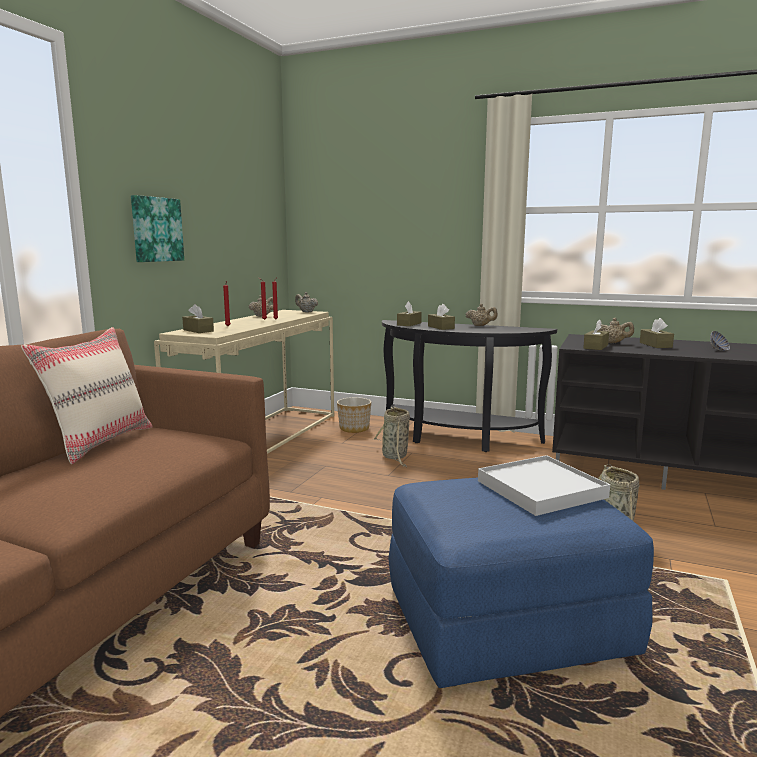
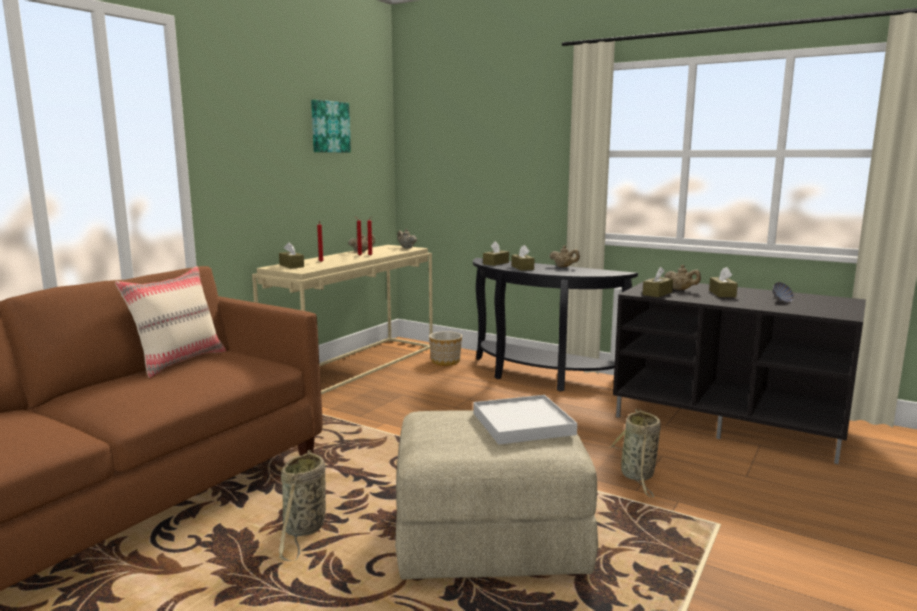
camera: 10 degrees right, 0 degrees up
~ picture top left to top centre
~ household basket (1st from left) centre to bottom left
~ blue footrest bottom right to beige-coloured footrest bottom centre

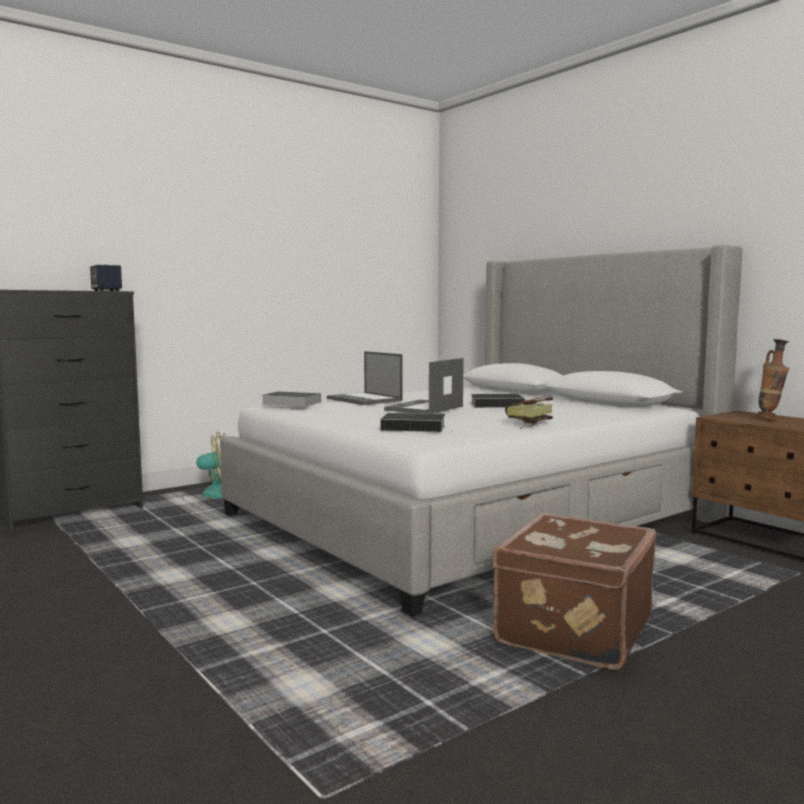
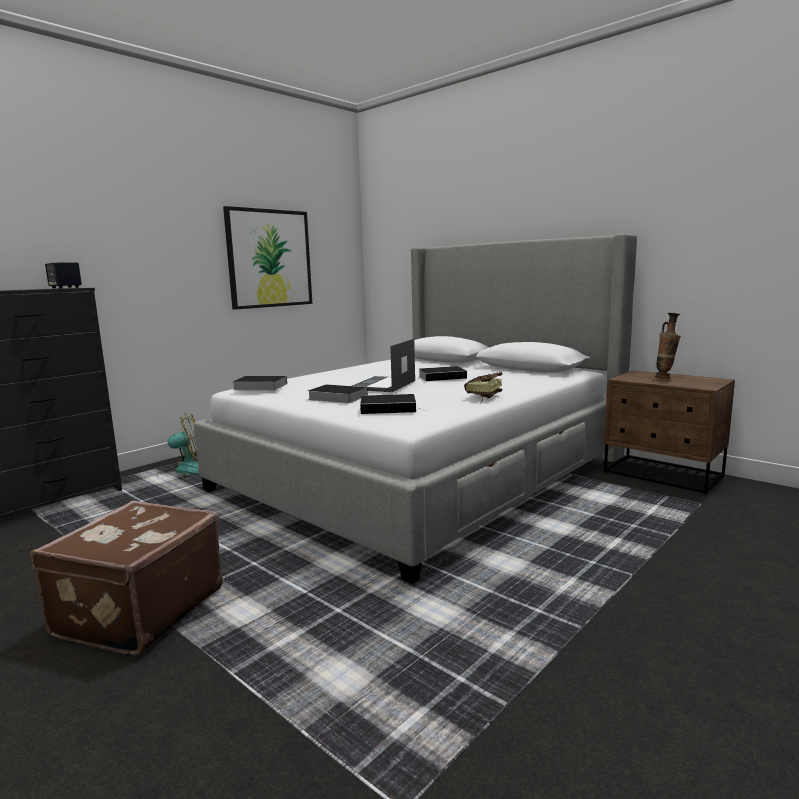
camera: 10 degrees left, 5 degrees up
- portable computer (1st from left) centre
~ brown-coloured travel case bottom right to bottom left
+ picture top centre
+ volume (2nd from left) centre

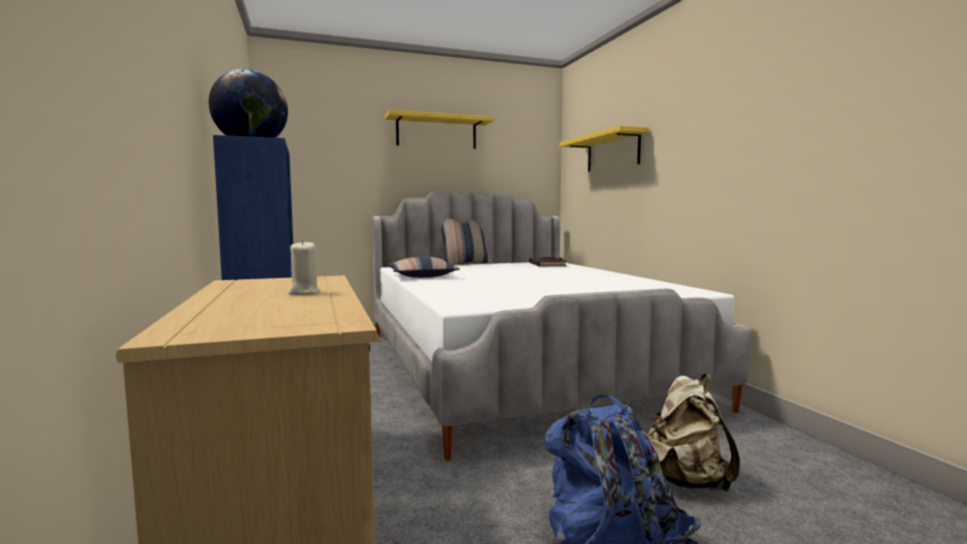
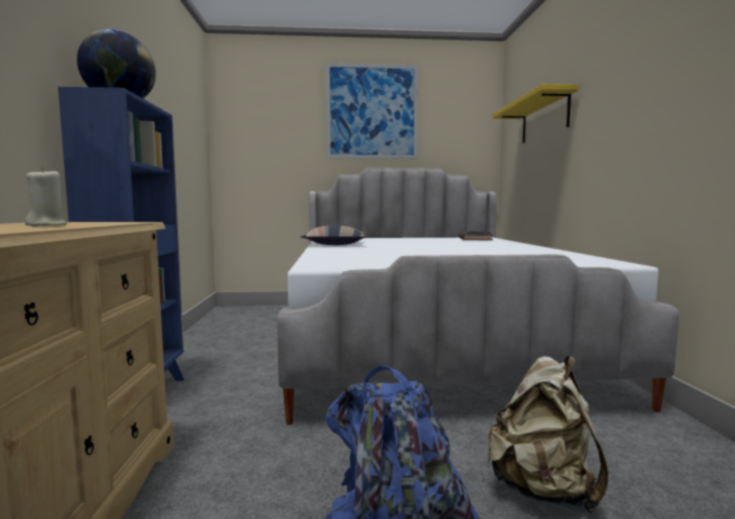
camera: 15 degrees right, 0 degrees up
~ yellow-coloured shelf (1st from left) top centre to picture top centre
- throw pillow (2nd from left) centre

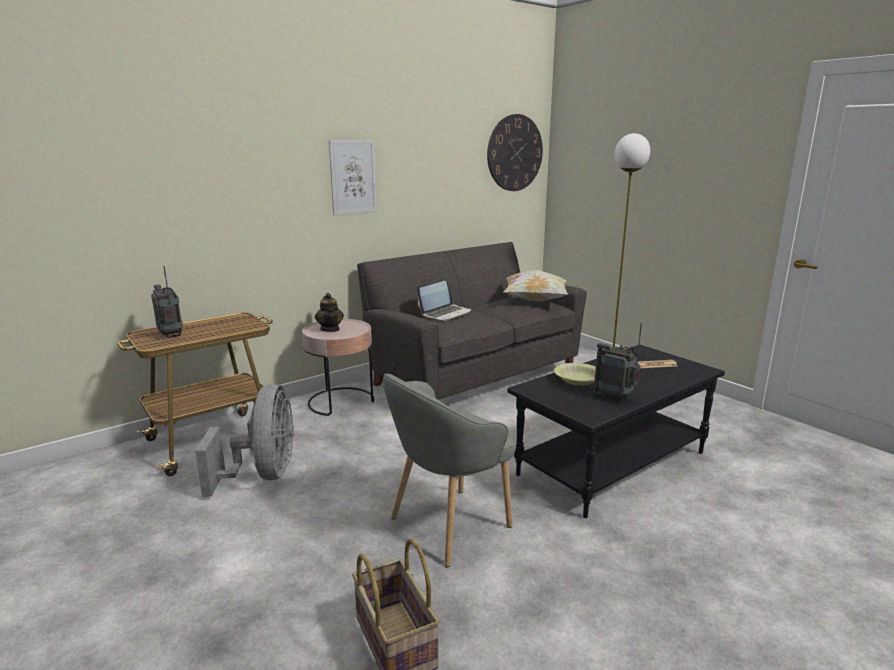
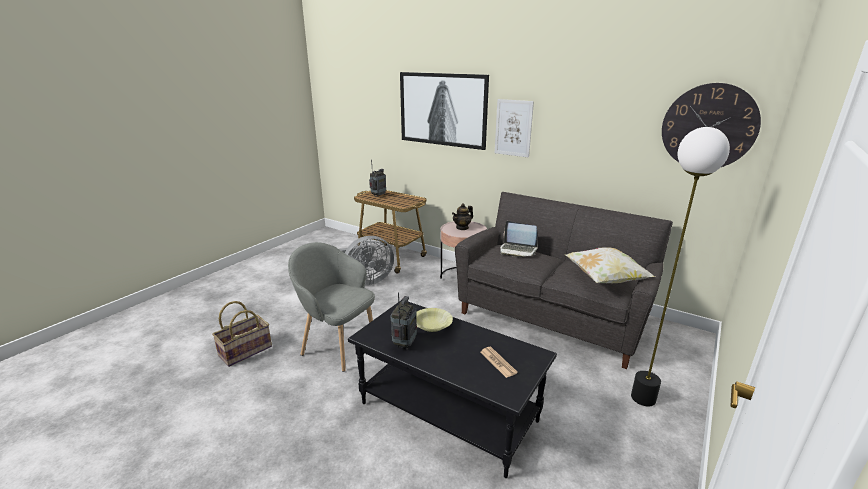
camera: 70 degrees right, 5 degrees up
+ picture (1st from left) top centre

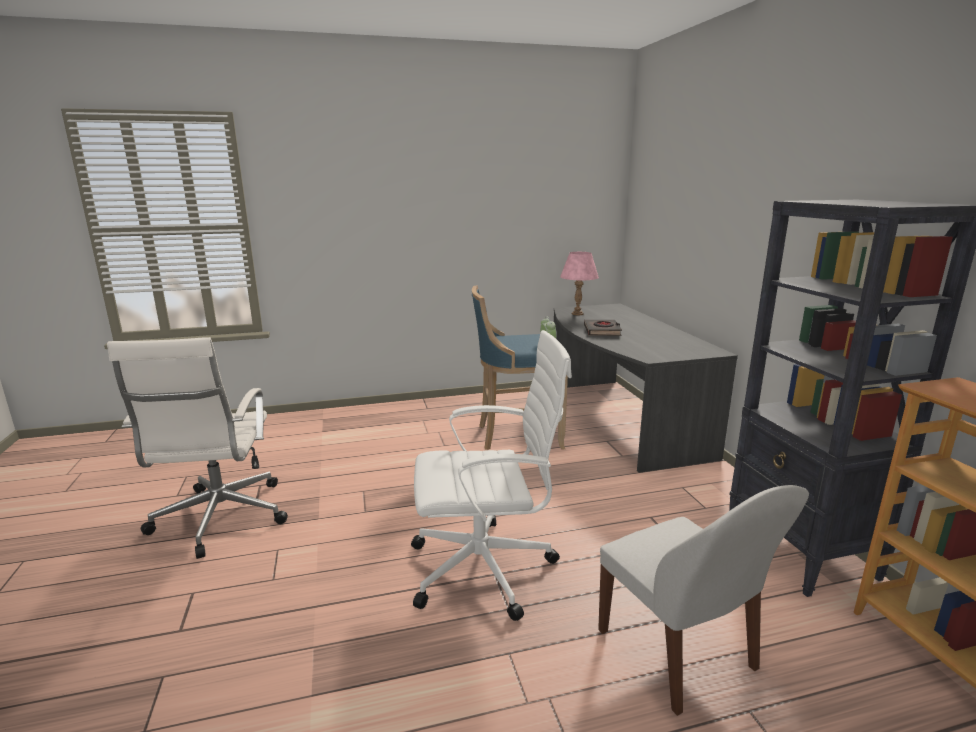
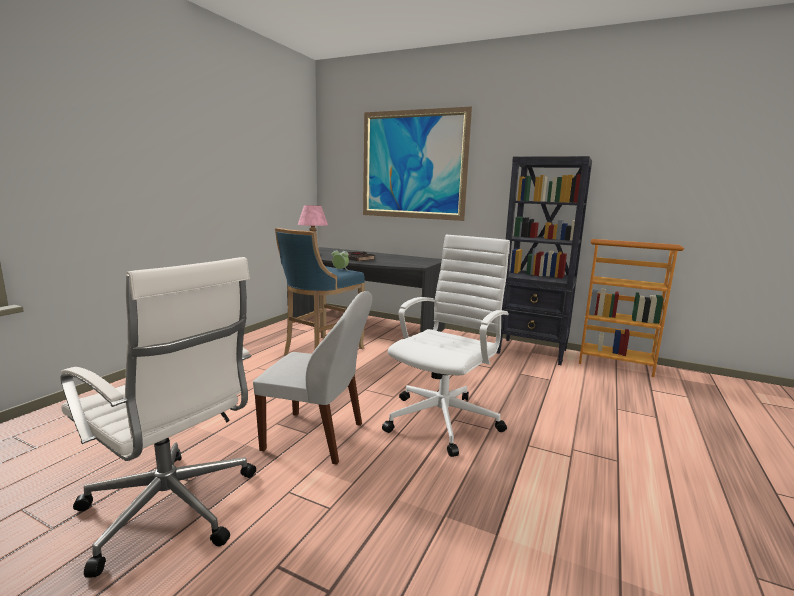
camera: 50 degrees left, 5 degrees down
~ white upright chair bottom right to centre
+ picture top centre

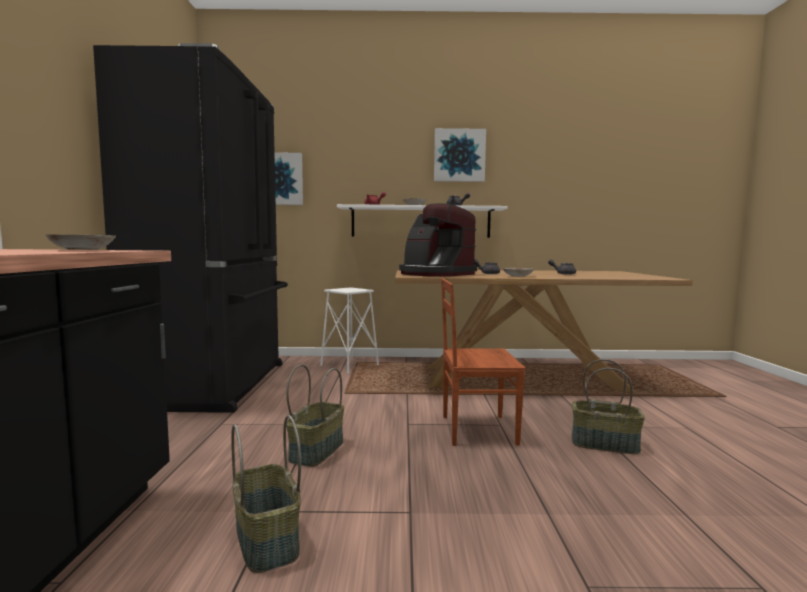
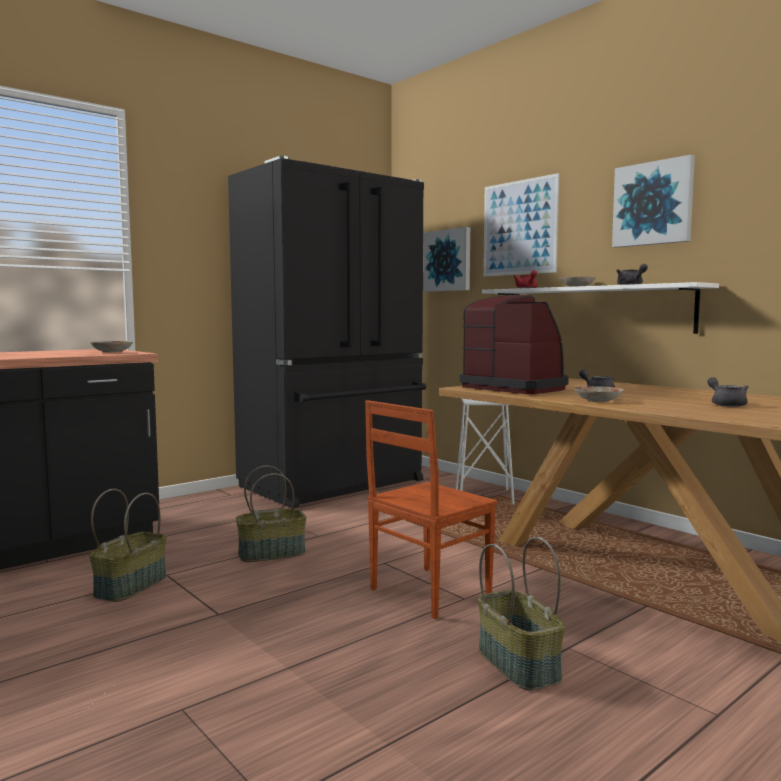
camera: 50 degrees right, 0 degrees up
~ coffee maker centre = centre 135 degrees clockwise
~ brown-coloured upright chair centre = centre 90 degrees counterclockwise
+ picture (2nd from left) top right

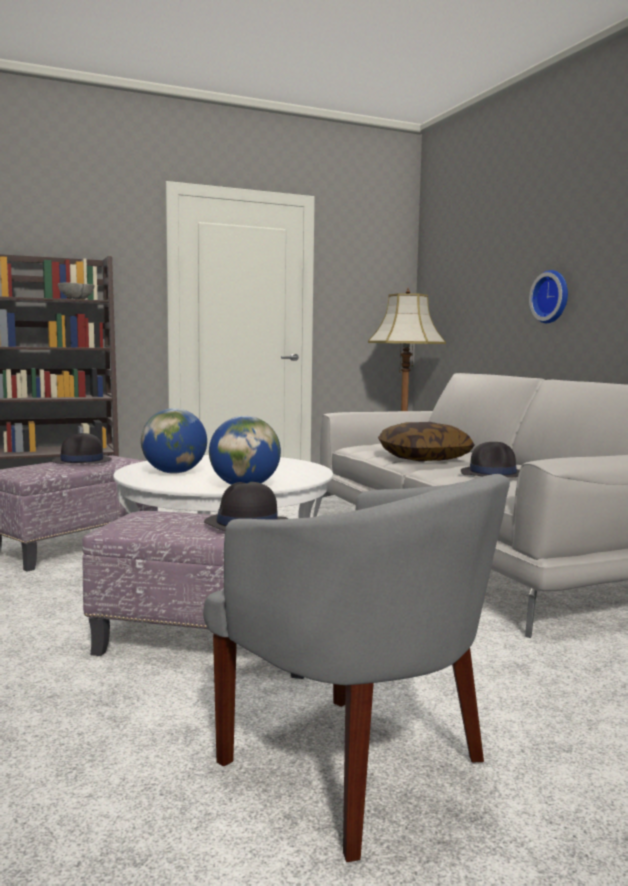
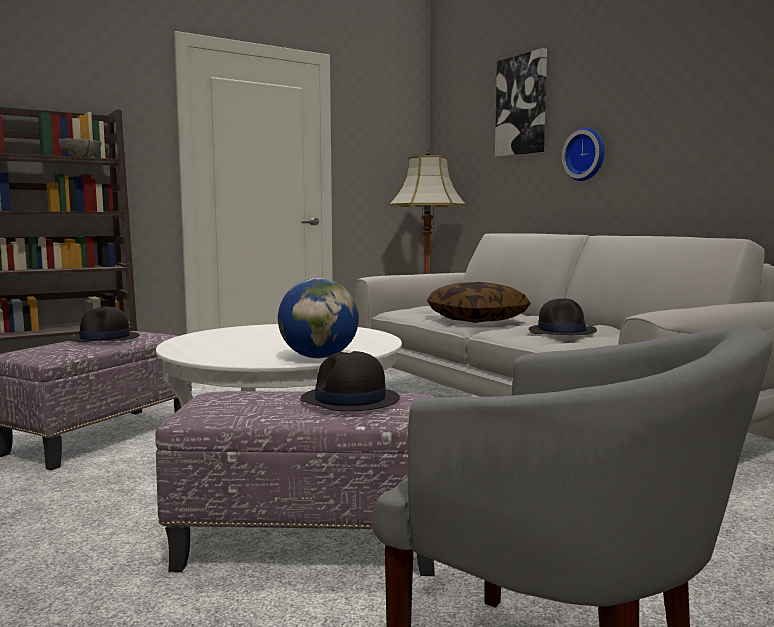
camera: 10 degrees left, 0 degrees up
- globe (1st from left) middle left
+ picture top right

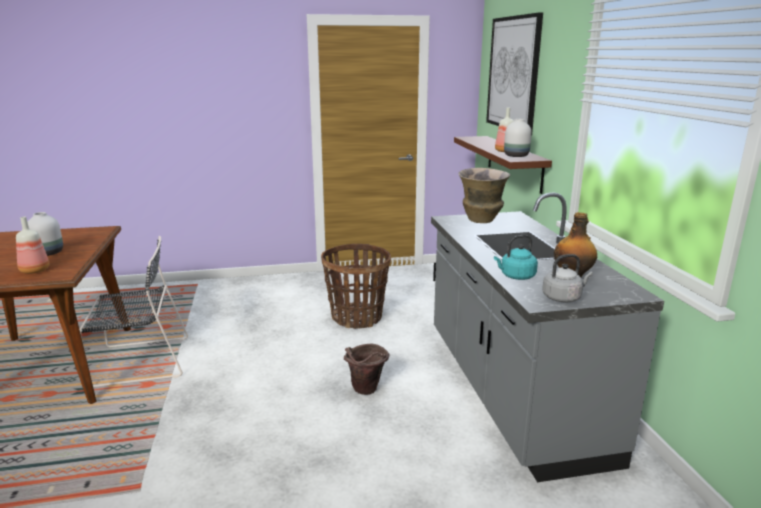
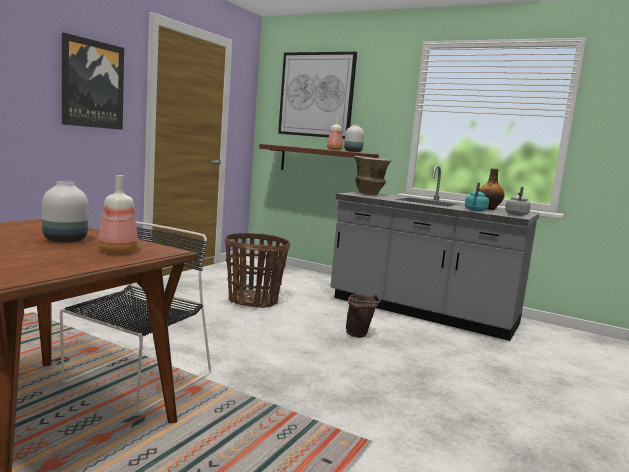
camera: 50 degrees left, 10 degrees down
+ picture (1st from left) top left

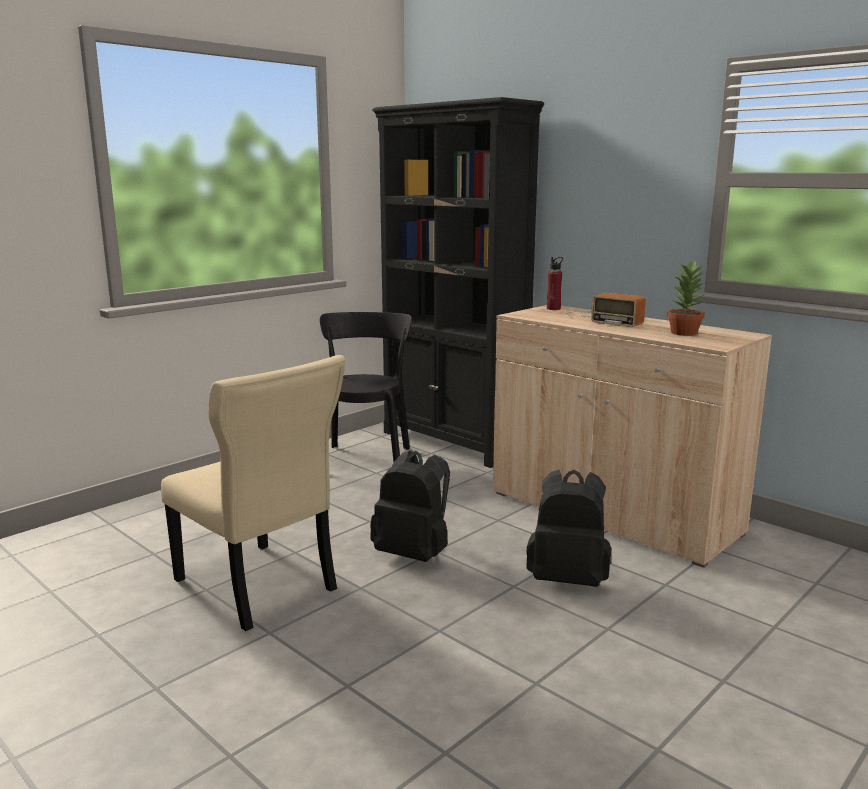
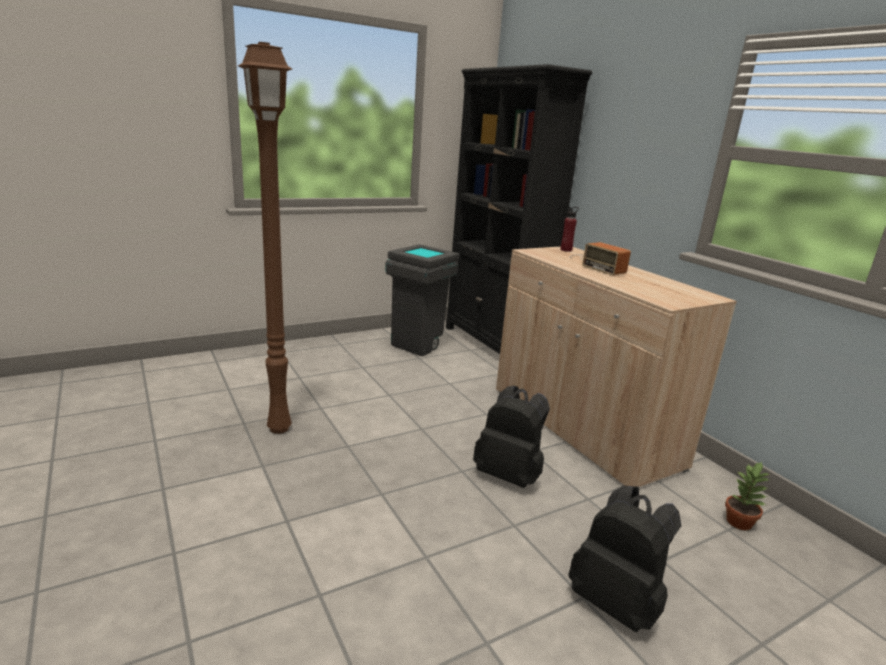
camera: 15 degrees right, 5 degrees up
~ beige-coloured upright chair middle left to brown-coloured standard lamp middle left
~ blackish upright chair centre to grey waste bin centre
~ blackish rucksack (1st from left in the first image) centre to blackish rucksack (2nd from left) bottom right
~ houseplant middle right to bottom right

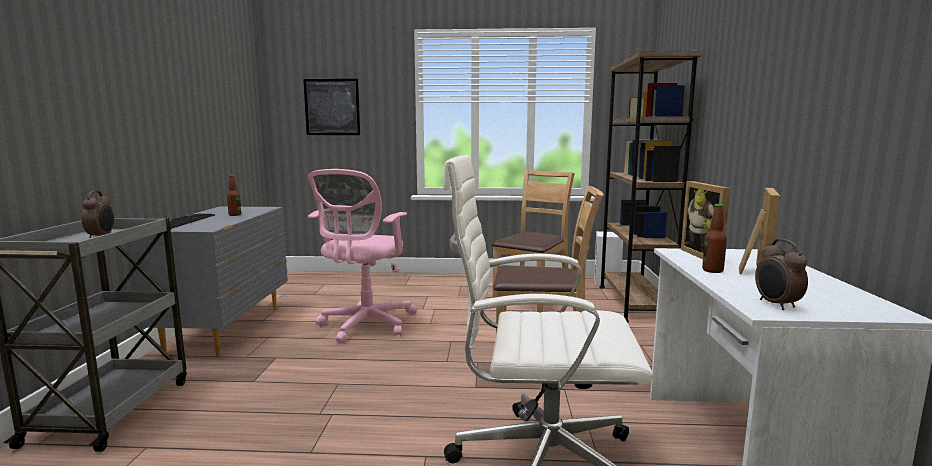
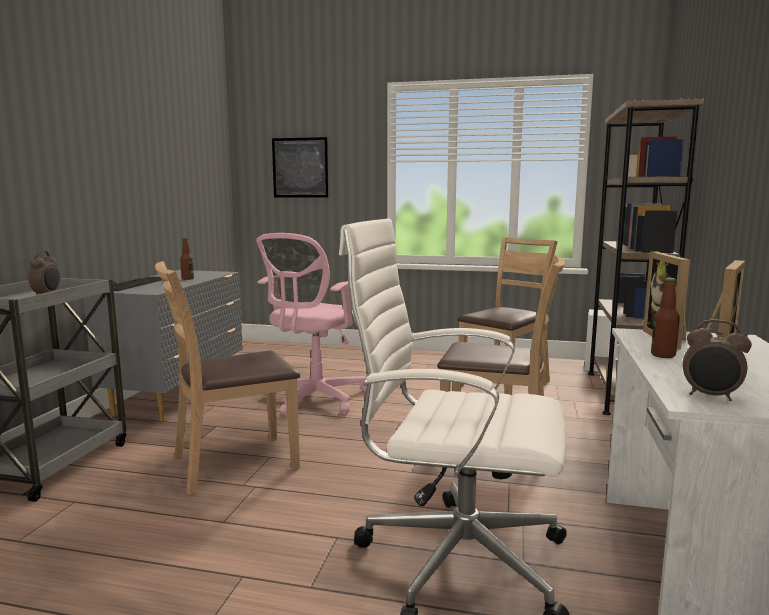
camera: 10 degrees right, 0 degrees up
~ table clock (2nd from left) middle right = middle right 60 degrees counterclockwise
+ brown-coloured upright chair (1st from left) middle left

